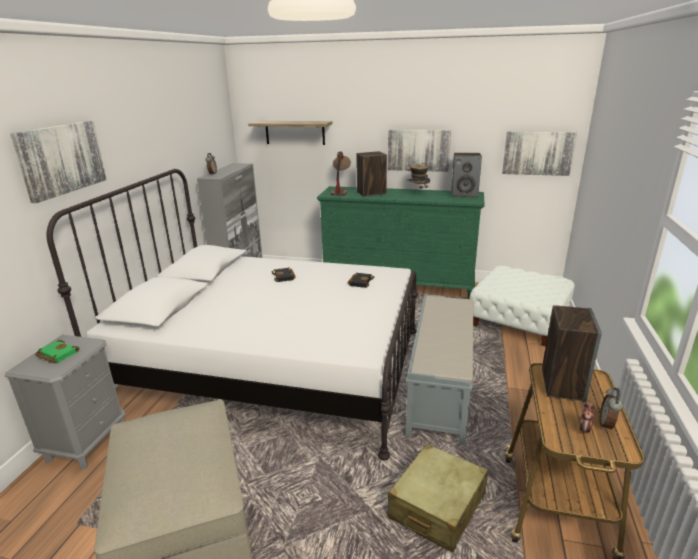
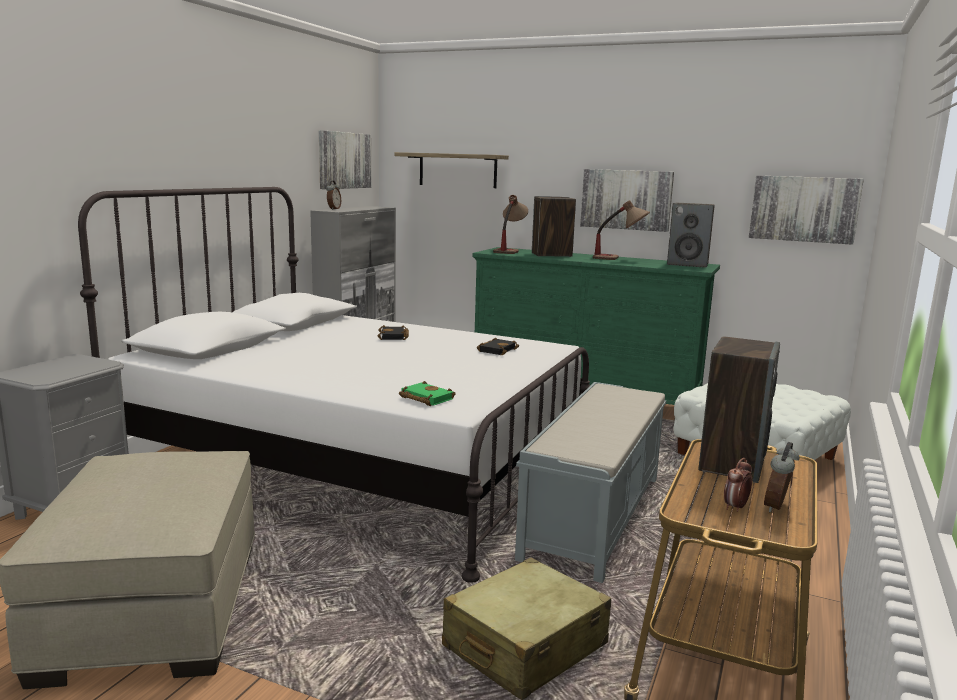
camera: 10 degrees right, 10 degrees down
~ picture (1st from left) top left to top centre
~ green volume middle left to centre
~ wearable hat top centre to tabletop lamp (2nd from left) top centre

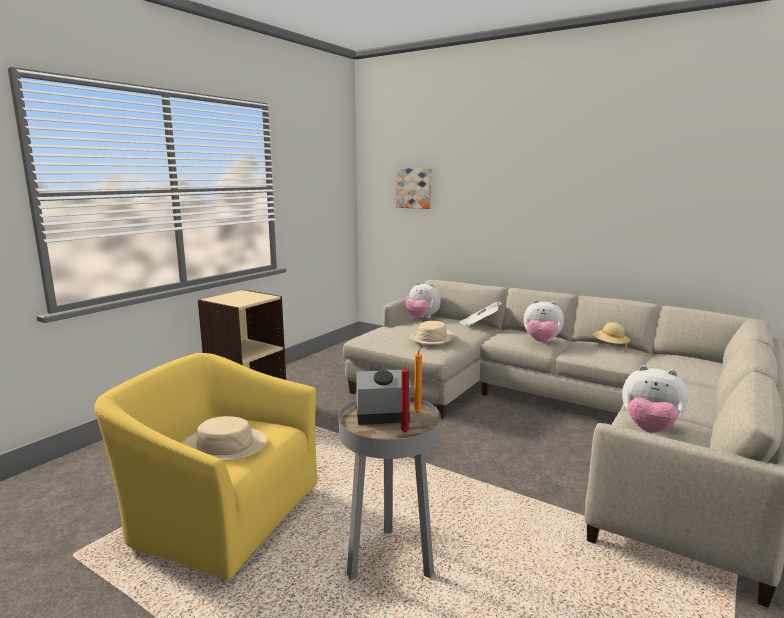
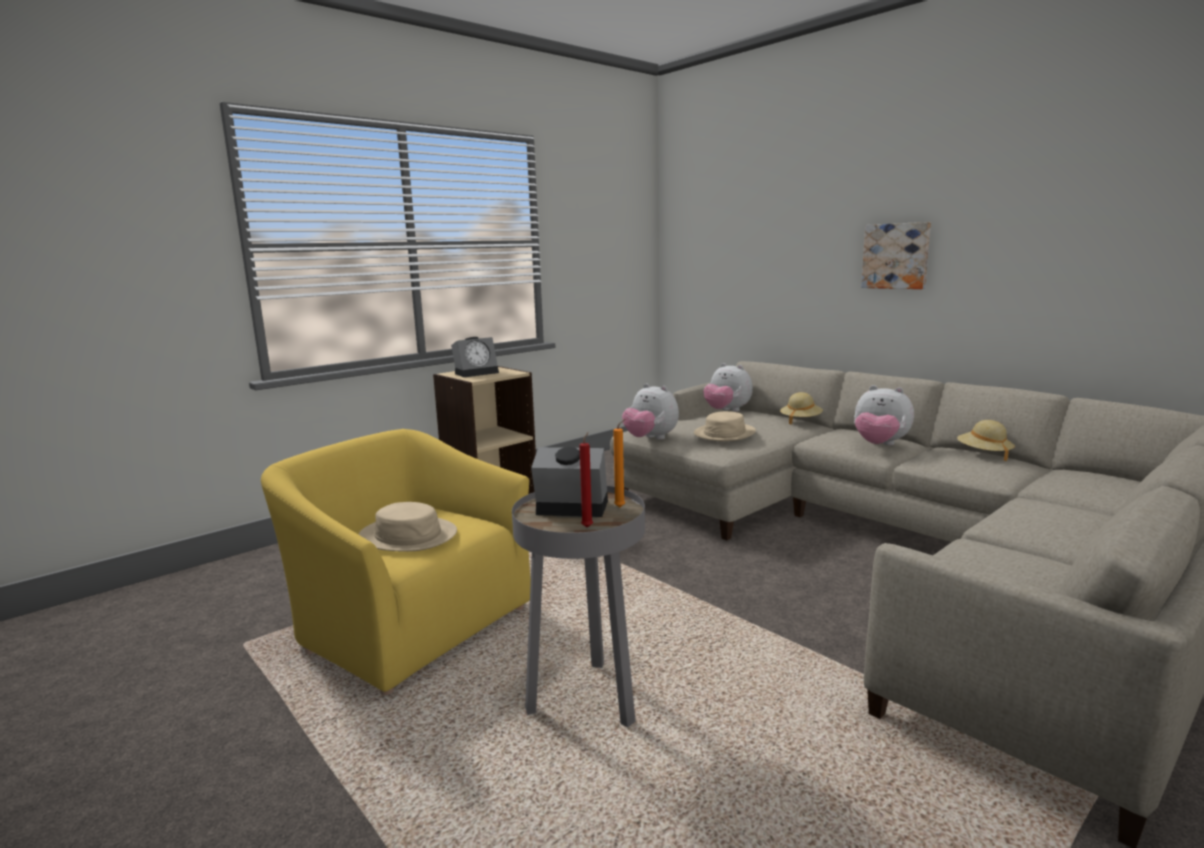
camera: 15 degrees right, 0 degrees up
~ picture top centre to top right
~ daily paper centre to beige-coloured wearable hat (3rd from left) centre
~ plush toy (3rd from left in the first image) middle right to plush toy (1st from left) centre
+ table clock (1st from left) centre

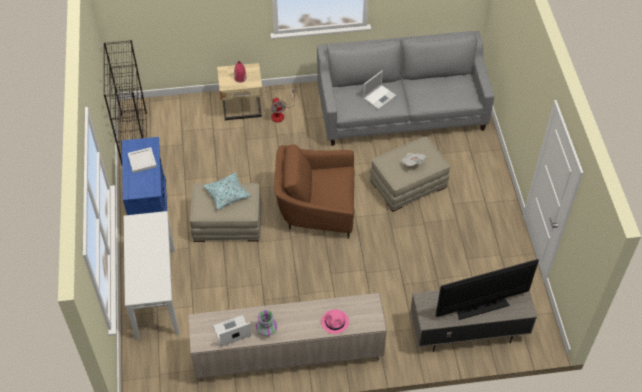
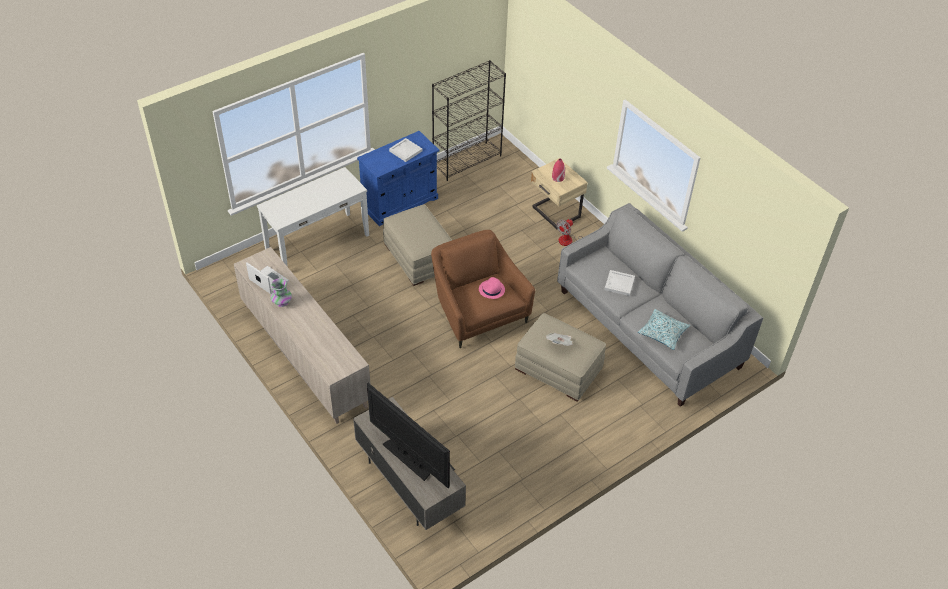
camera: 60 degrees right, 5 degrees down
~ throw pillow centre to middle right
~ pinkish wearable hat bottom centre to centre
~ portable computer (2nd from left) top centre to white carrying tray (2nd from left) centre

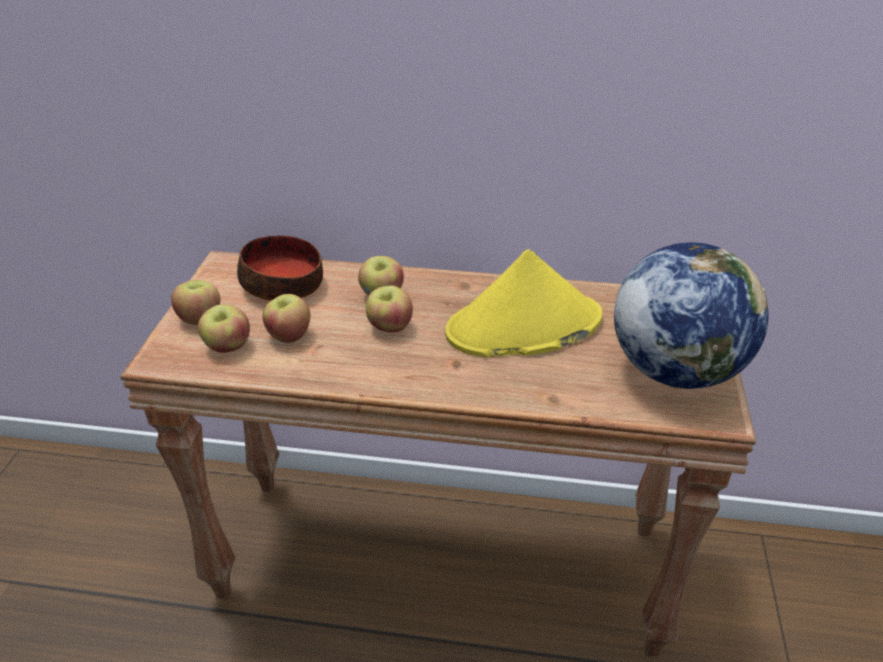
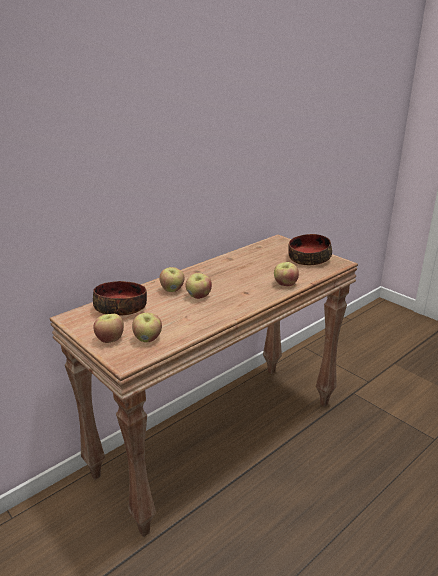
camera: 50 degrees left, 10 degrees down
~ whole apple (3rd from left in the first image) middle left to whole apple (5th from left) centre
- yellow-coloured wearable hat centre
~ globe middle right to bowl (2nd from left) middle right

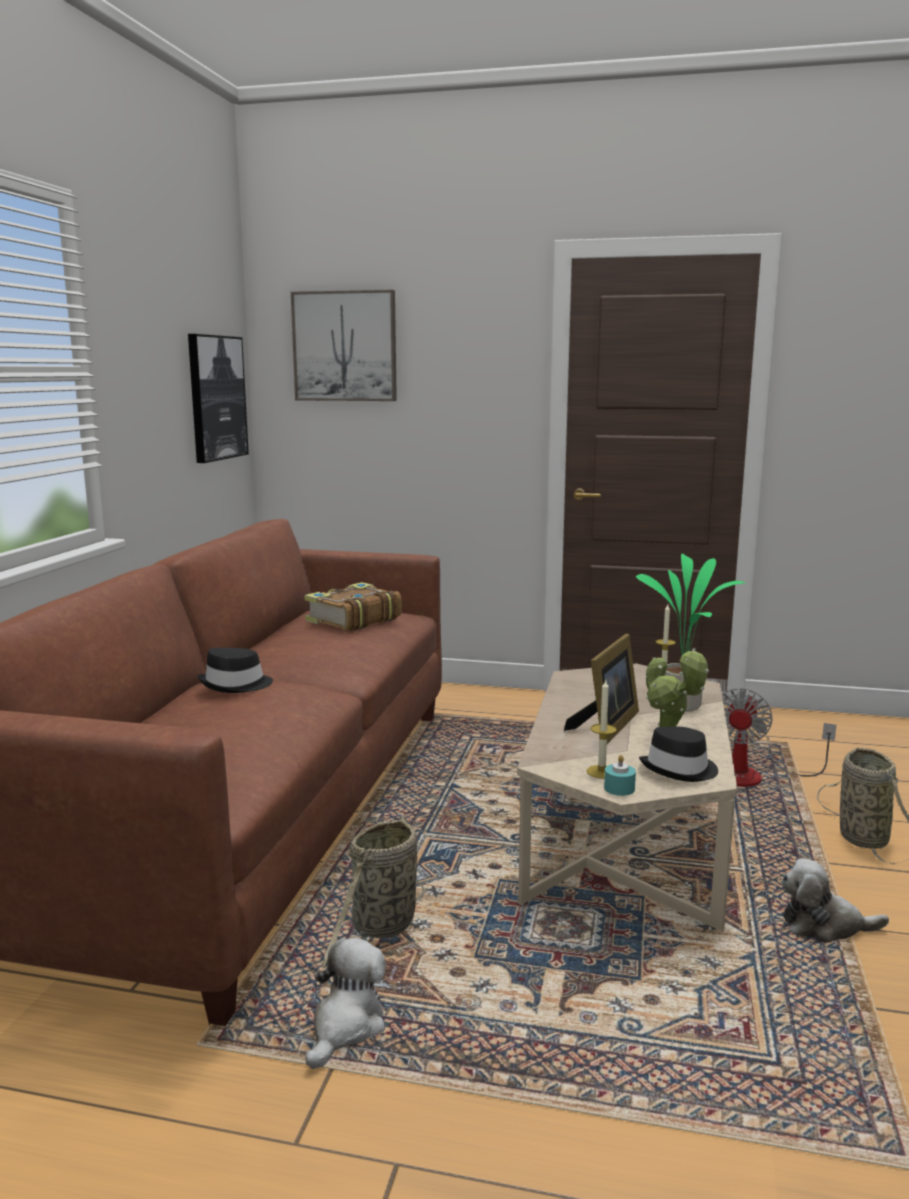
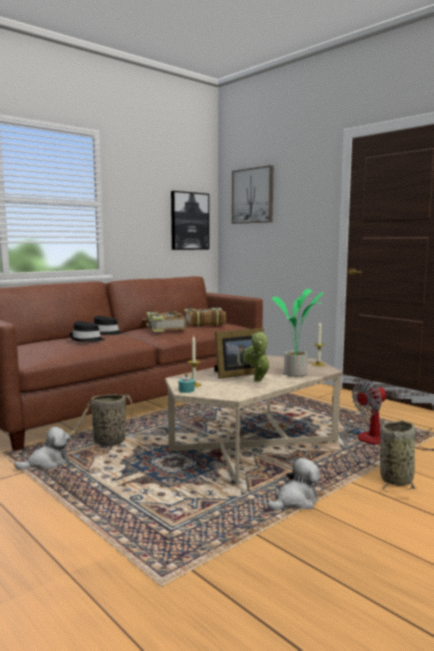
camera: 35 degrees right, 5 degrees down
~ blackish wearable hat (2nd from left in the first image) middle right to blackish wearable hat (1st from left) middle left
~ plush toy (2nd from left) bottom right = bottom right 105 degrees clockwise
+ volume (1st from left) centre

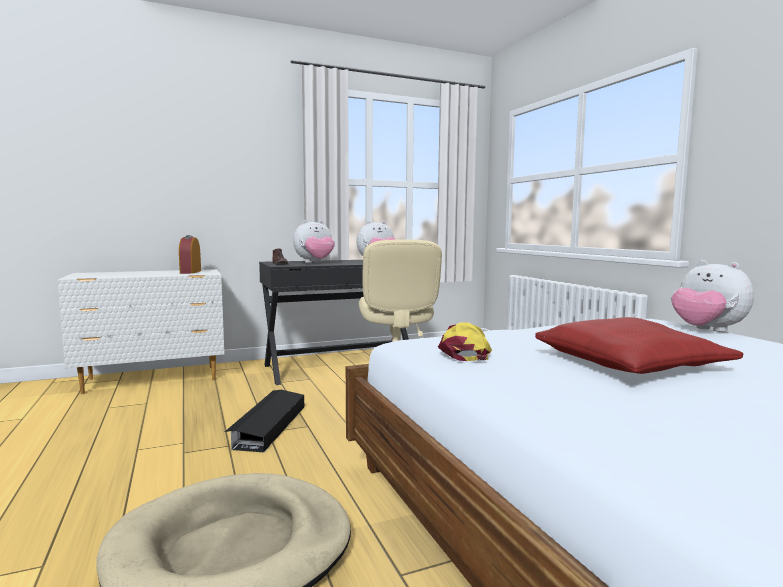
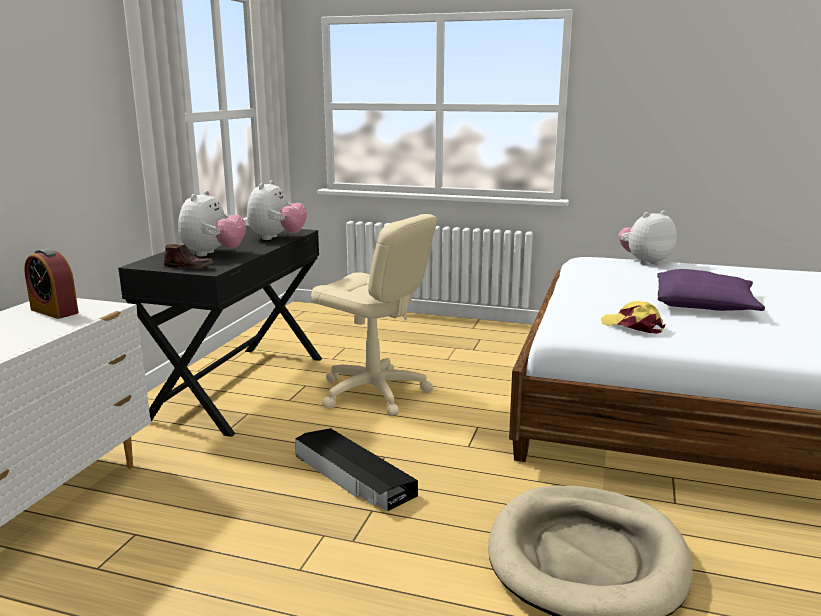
camera: 50 degrees left, 10 degrees up
~ red-coloured throw pillow middle right to purple throw pillow middle right
~ plush toy (3rd from left) middle right = middle right 150 degrees clockwise

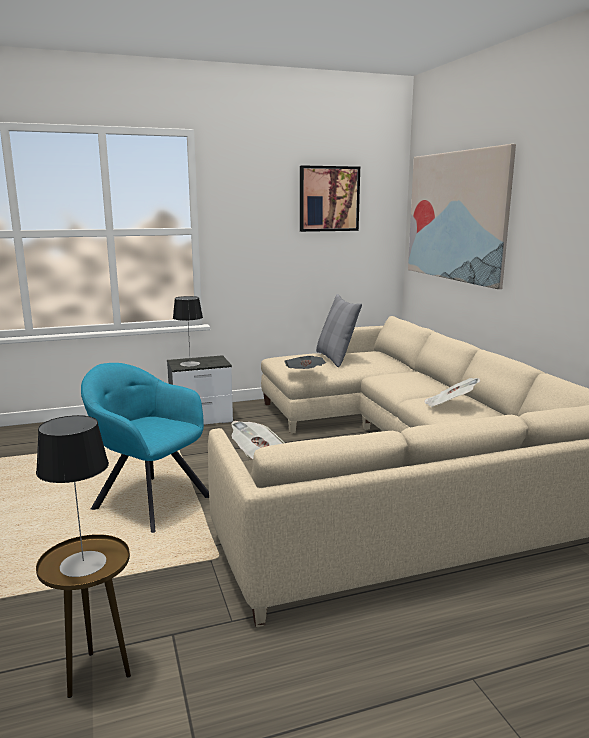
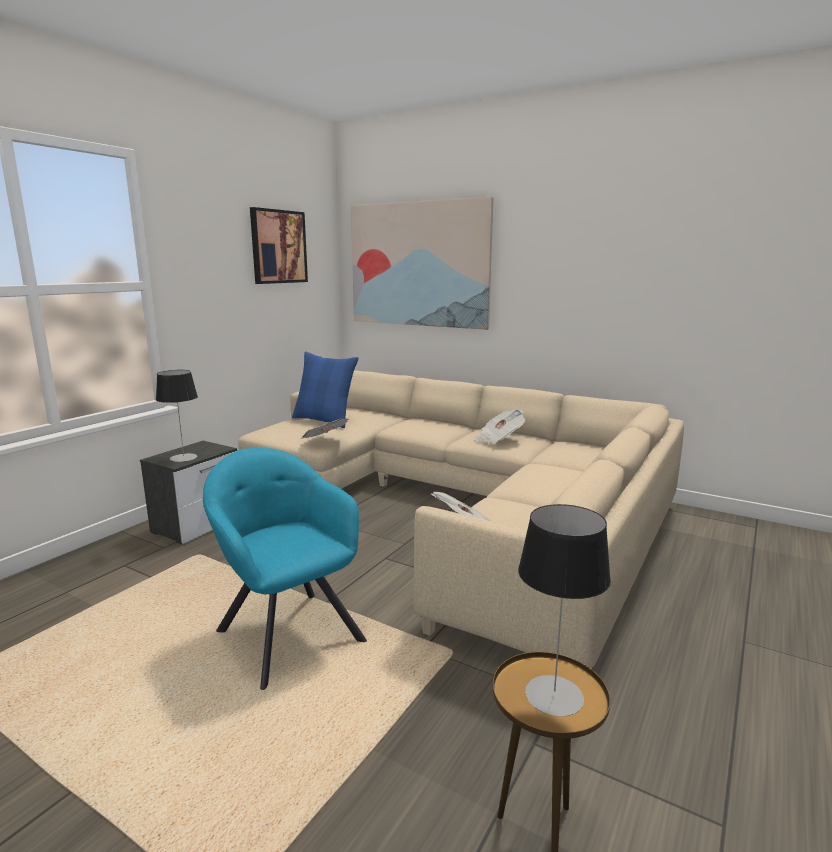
camera: 40 degrees left, 0 degrees up
~ turquoise lounge chair middle left = bottom centre 60 degrees clockwise
~ grey throw pillow centre to blue throw pillow centre

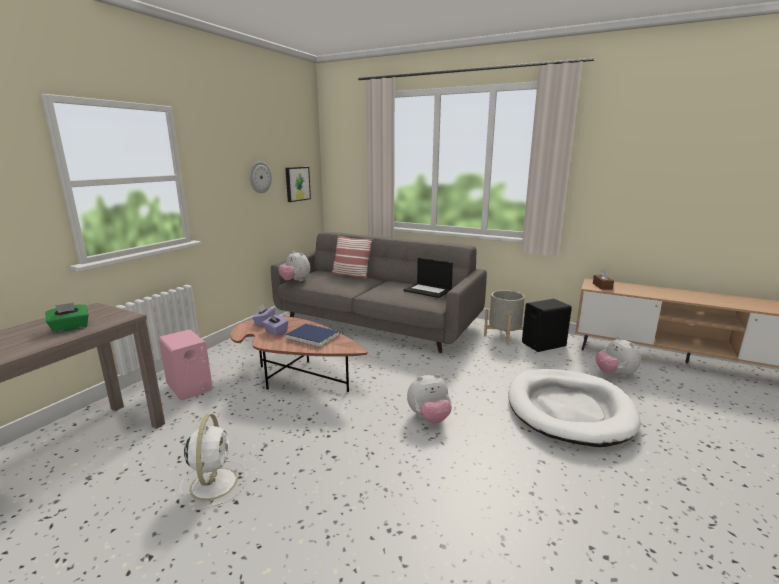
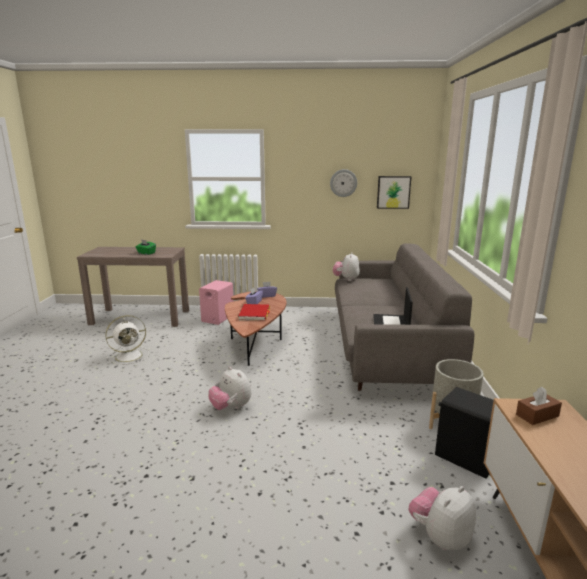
camera: 65 degrees right, 0 degrees up
~ blue volume centre to red-coloured volume centre
- throw pillow centre
- white dog bed bottom right

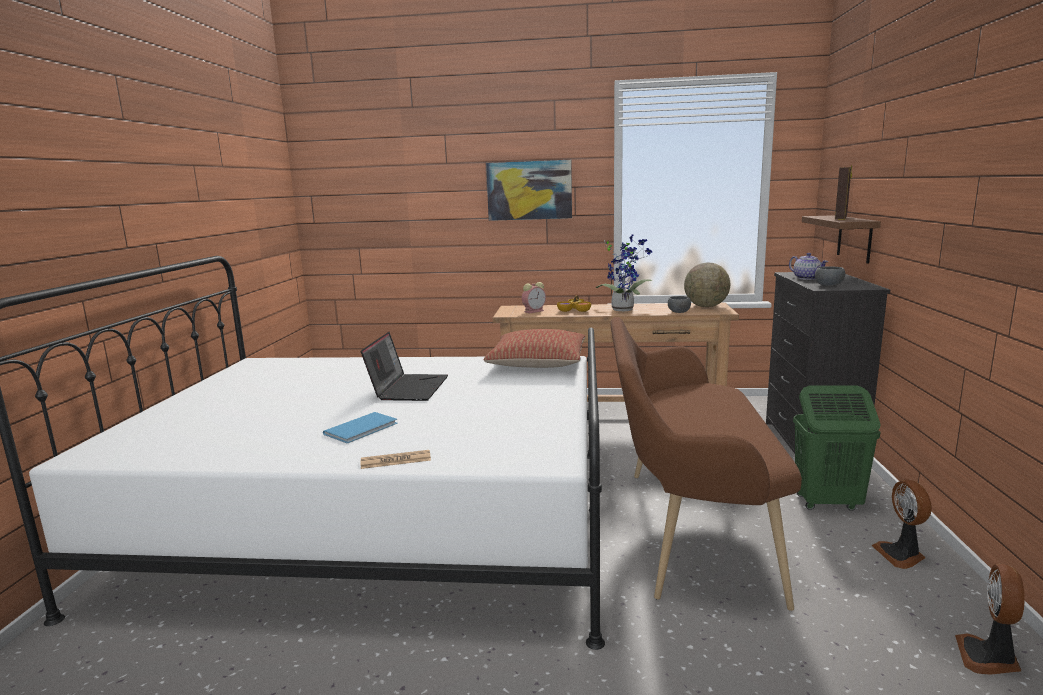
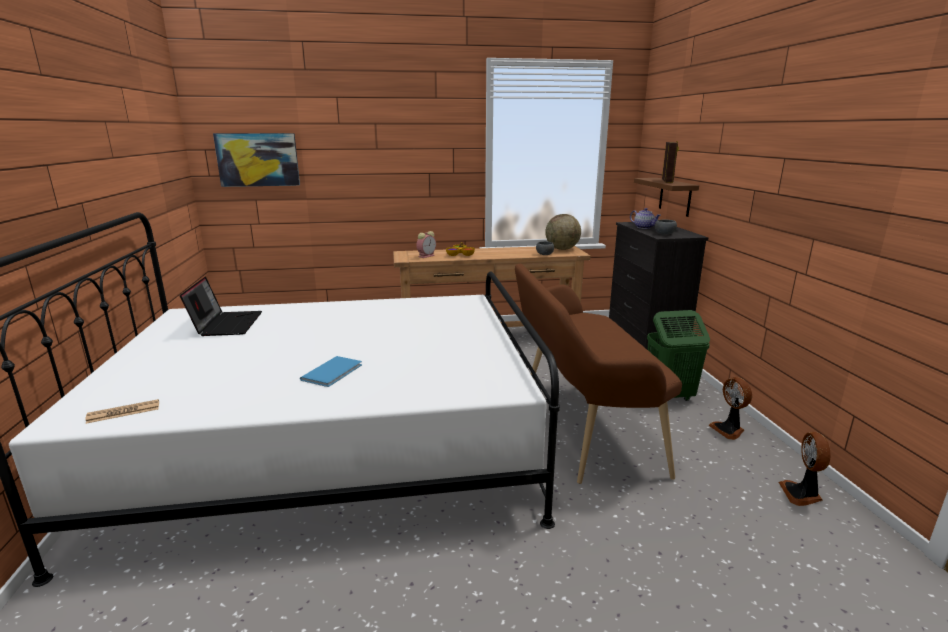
camera: 15 degrees left, 5 degrees up
~ portable computer centre to middle left
~ daily paper centre to middle left
- throw pillow centre
~ picture top centre to top left
- houseplant centre

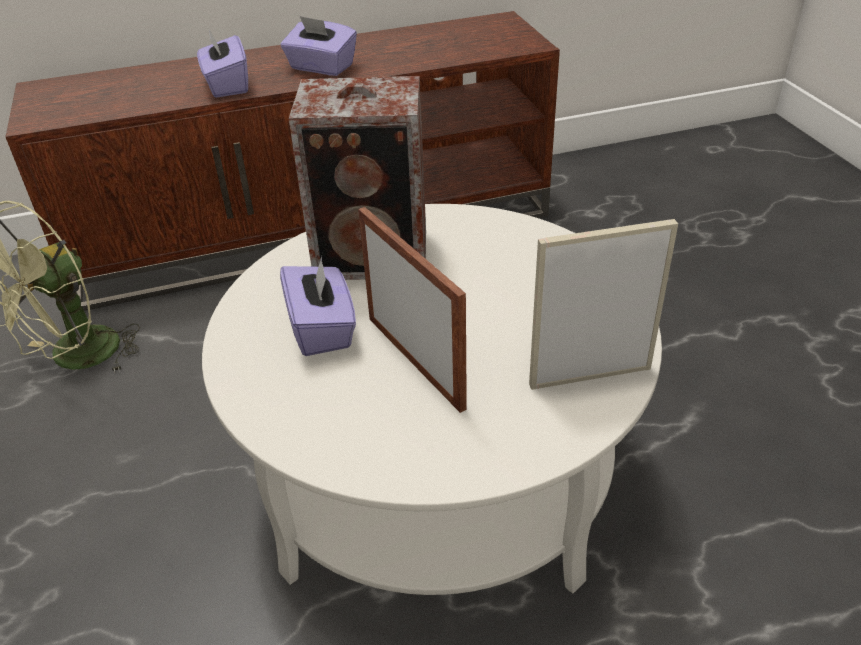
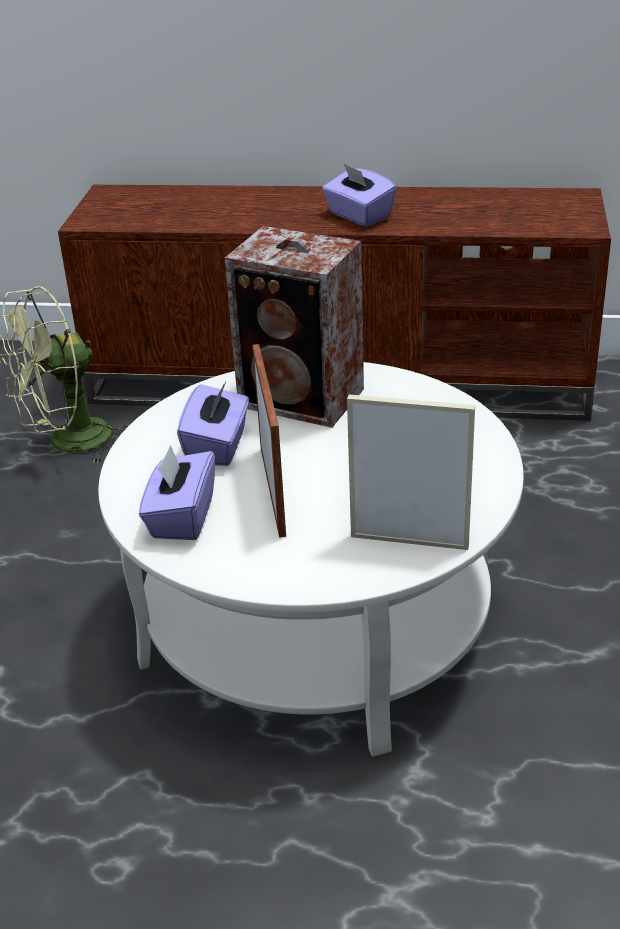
camera: 25 degrees right, 5 degrees down
~ purple box of tissues (1st from left) top left to middle left

